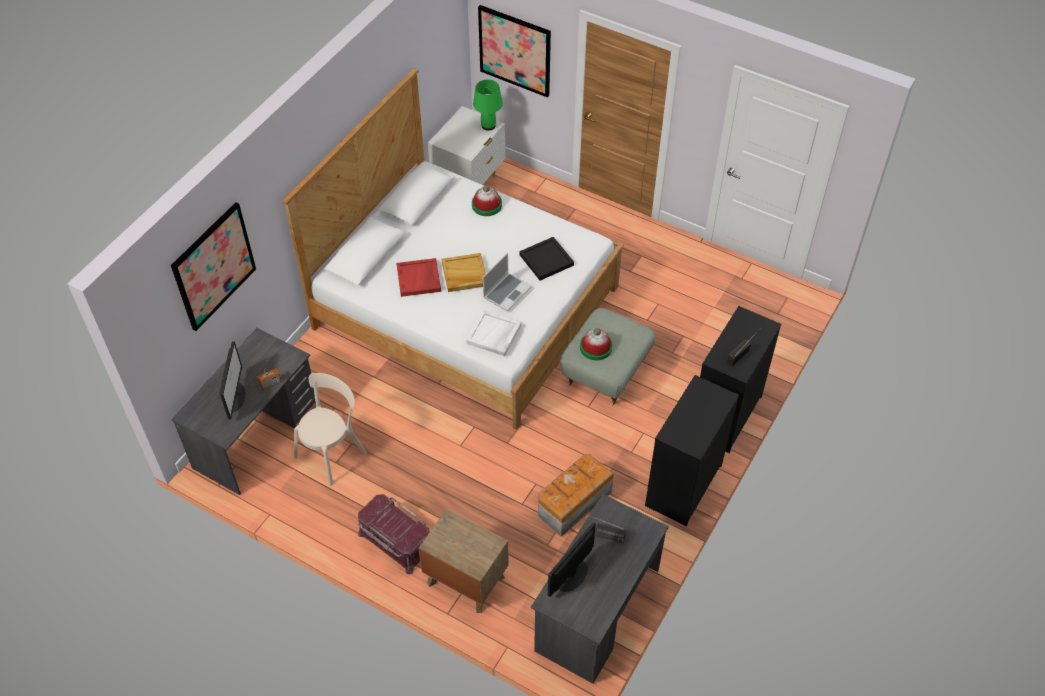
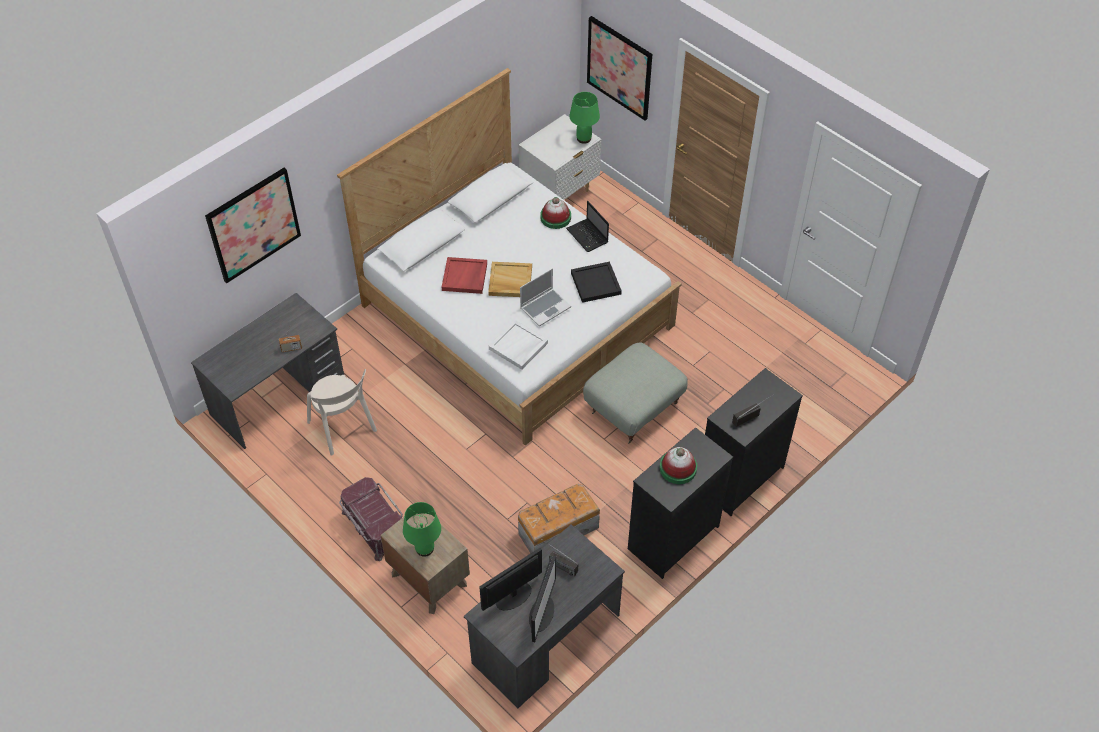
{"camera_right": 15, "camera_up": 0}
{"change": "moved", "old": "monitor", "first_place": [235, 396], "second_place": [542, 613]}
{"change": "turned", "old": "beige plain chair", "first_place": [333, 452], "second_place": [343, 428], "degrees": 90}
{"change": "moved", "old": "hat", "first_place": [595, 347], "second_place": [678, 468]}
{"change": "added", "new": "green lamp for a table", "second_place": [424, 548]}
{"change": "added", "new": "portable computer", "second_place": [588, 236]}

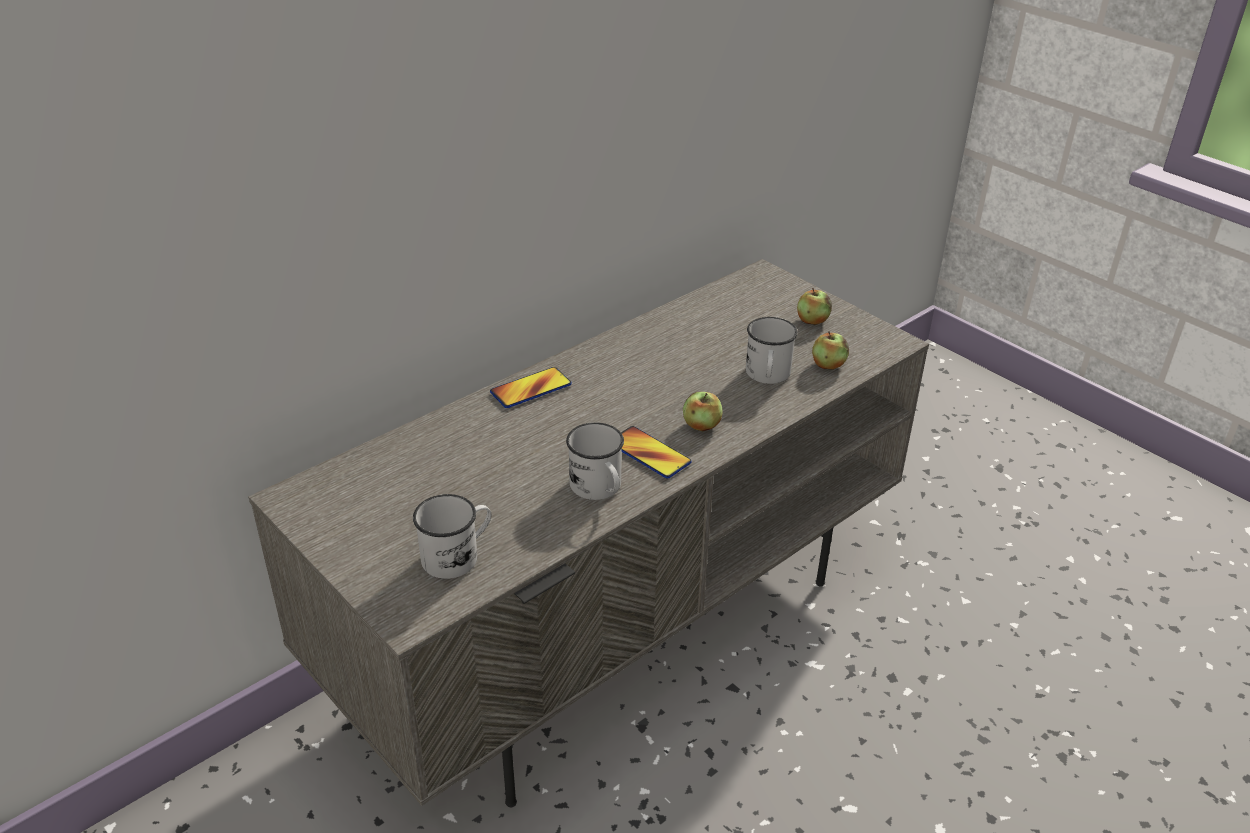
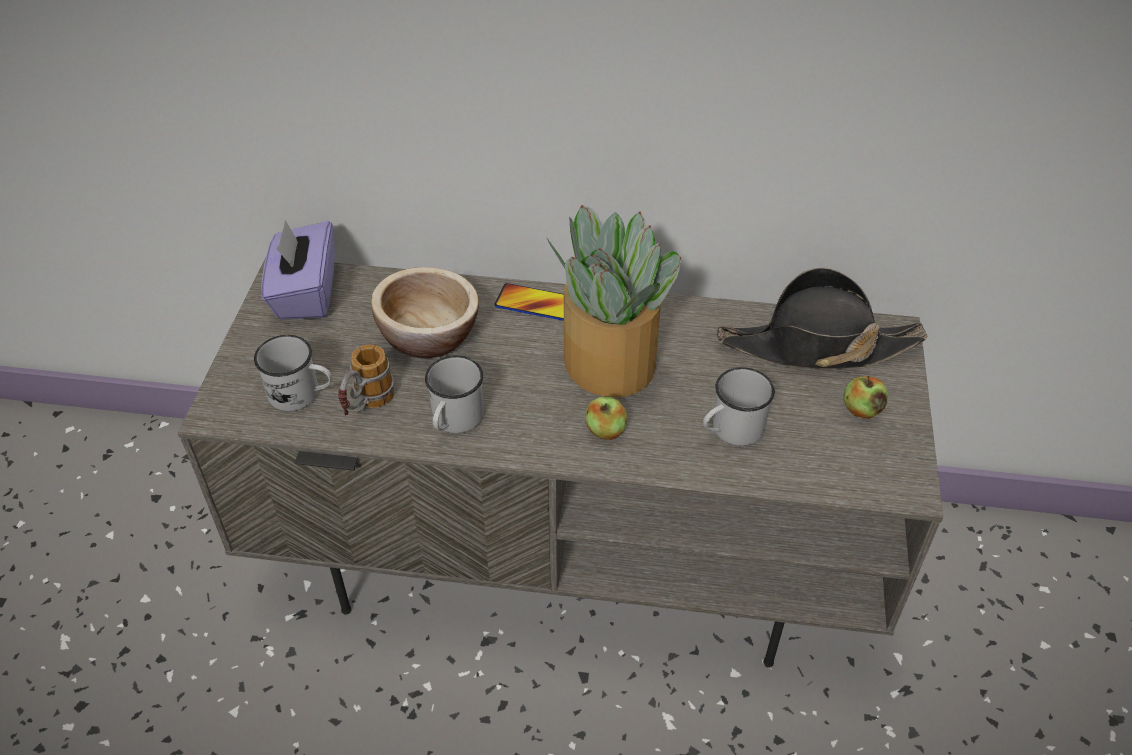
{"camera_right": 50, "camera_up": 10}
{"change": "removed", "old": "phone", "first_place": [649, 453]}
{"change": "removed", "old": "apple", "first_place": [828, 364]}
{"change": "added", "new": "purplish tissue holder", "second_place": [305, 293]}
{"change": "added", "new": "tea mug", "second_place": [367, 407]}
{"change": "added", "new": "bowl", "second_place": [428, 335]}
{"change": "added", "new": "potted plant", "second_place": [609, 363]}
{"change": "added", "new": "black-coloured hat", "second_place": [817, 346]}

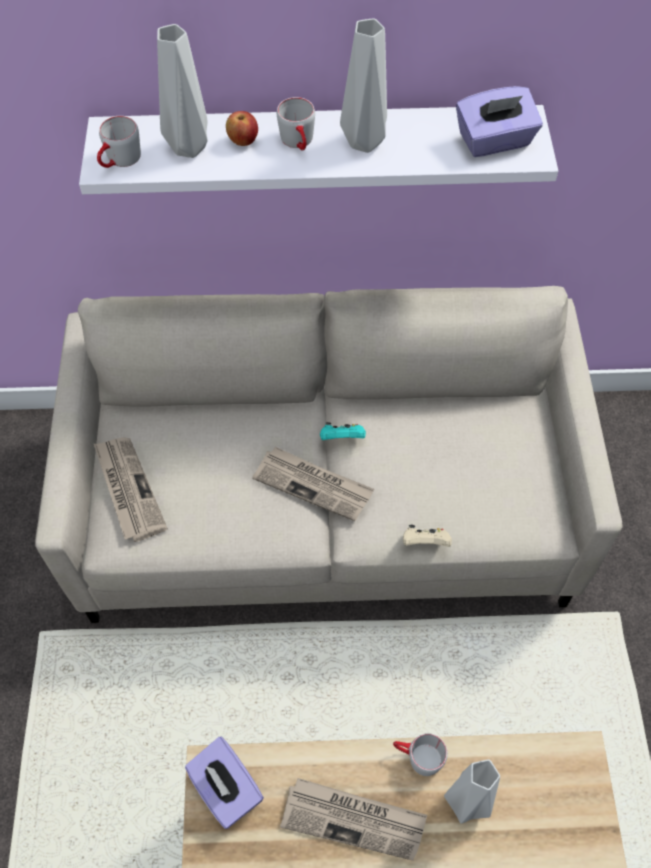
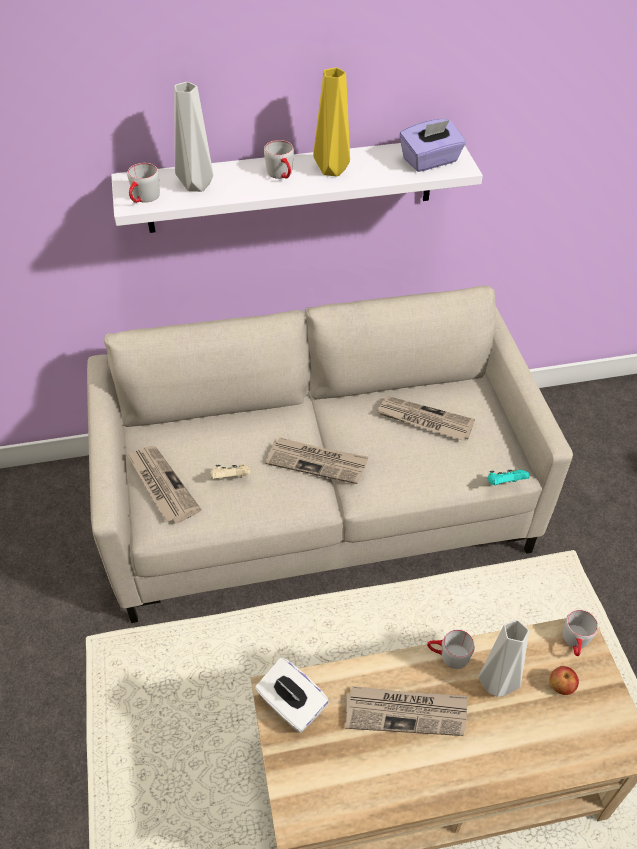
{"camera_right": -10, "camera_up": -10}
{"change": "recoloured", "old": "purplish tissue holder", "new": "whitish tissue holder", "first_place": [226, 789], "second_place": [291, 706]}
{"change": "moved", "old": "apple", "first_place": [243, 141], "second_place": [561, 686]}
{"change": "moved", "old": "turquoise joypad", "first_place": [342, 438], "second_place": [504, 484]}
{"change": "recoloured", "old": "greyish vase", "new": "yellow vase", "first_place": [363, 144], "second_place": [332, 171]}
{"change": "moved", "old": "beige joypad", "first_place": [425, 543], "second_place": [231, 479]}
{"change": "added", "new": "printed paper", "second_place": [424, 420]}
{"change": "added", "new": "greyish tea mug", "second_place": [575, 643]}

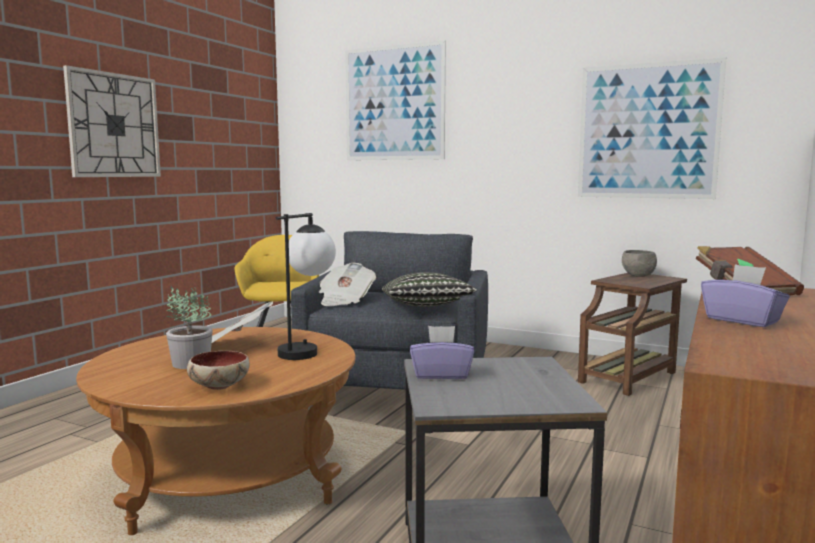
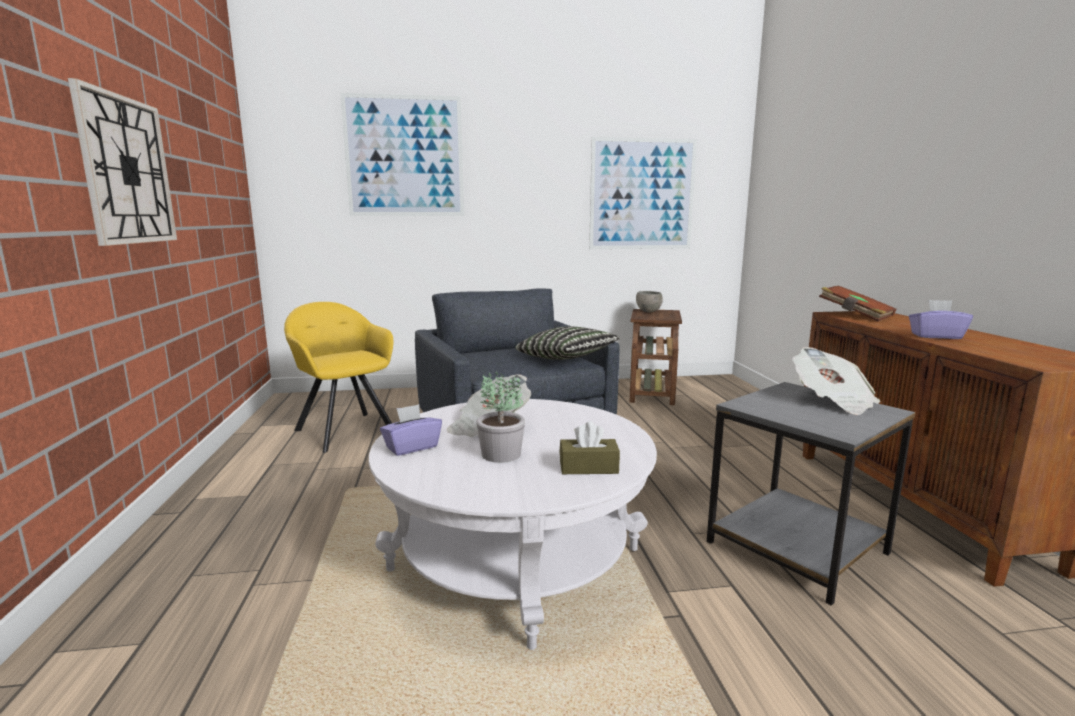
{"camera_right": -35, "camera_up": 5}
{"change": "recoloured", "old": "brownish lounge table", "new": "whitish lounge table", "first_place": [229, 475], "second_place": [515, 560]}
{"change": "replaced", "old": "bowl", "new": "brownish tissue holder", "first_place": [218, 386], "second_place": [588, 467]}
{"change": "removed", "old": "lamp for a table", "first_place": [306, 350]}
{"change": "moved", "old": "printed paper", "first_place": [345, 301], "second_place": [832, 401]}
{"change": "moved", "old": "purplish tissue holder", "first_place": [441, 374], "second_place": [412, 447]}

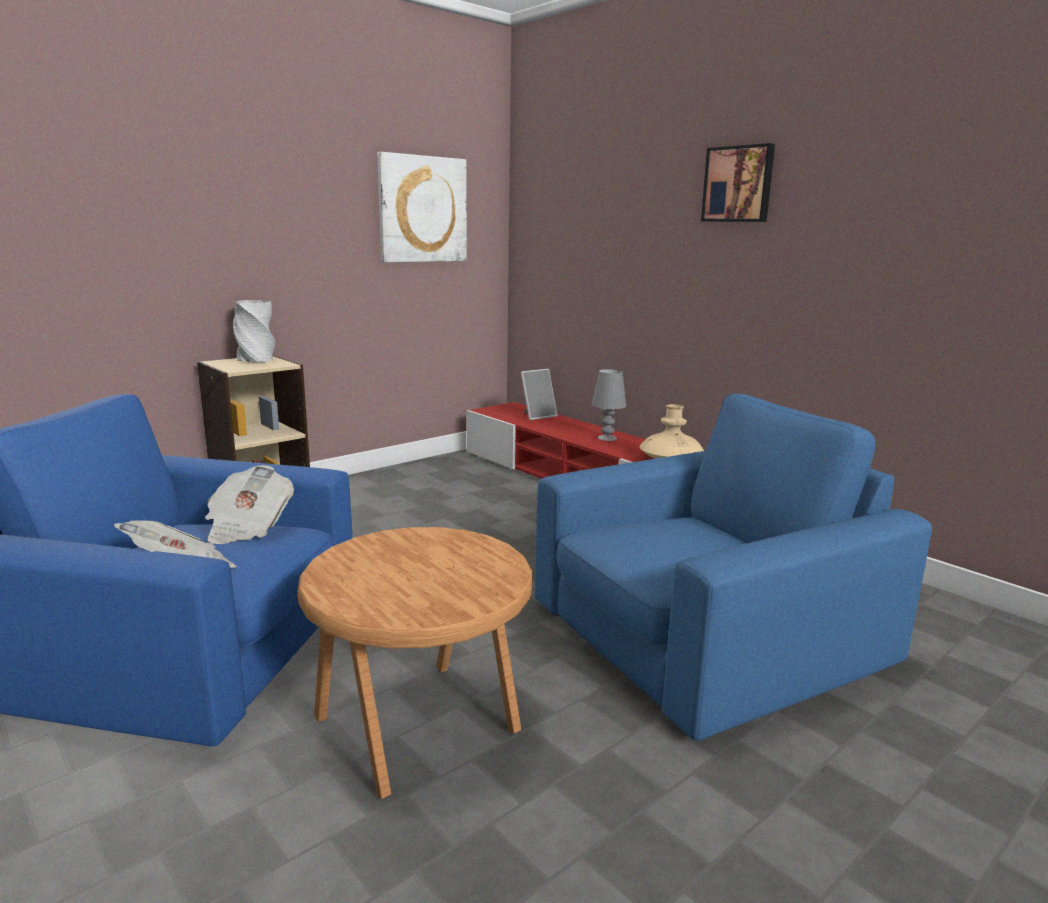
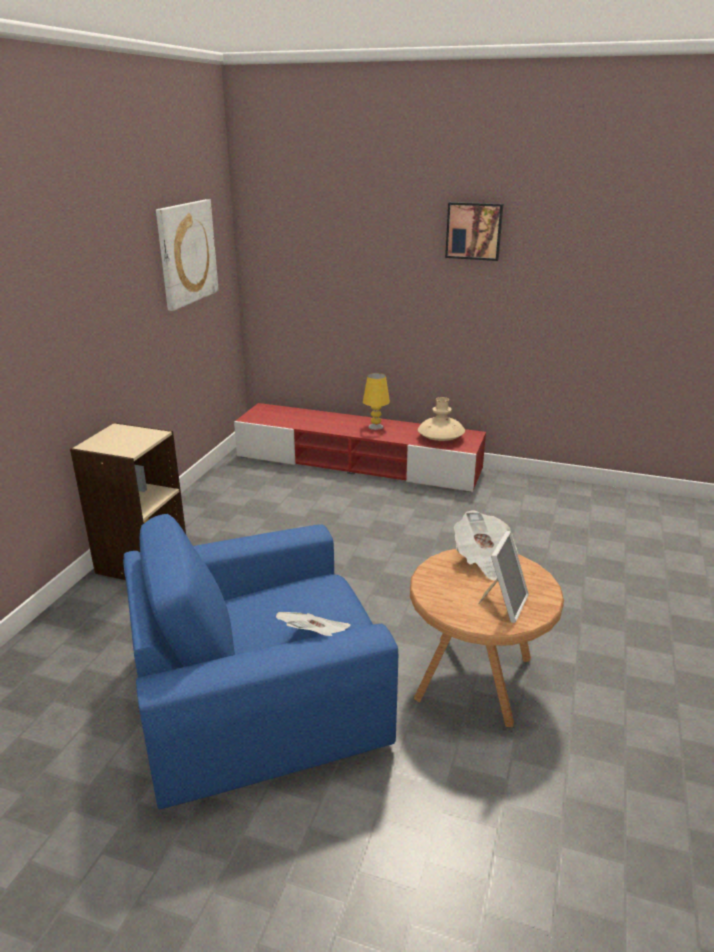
{"camera_right": -30, "camera_up": 10}
{"change": "moved", "old": "printed paper", "first_place": [248, 527], "second_place": [485, 560]}
{"change": "removed", "old": "greyish vase", "first_place": [256, 359]}
{"change": "moved", "old": "picture frame", "first_place": [537, 416], "second_place": [503, 604]}
{"change": "removed", "old": "bluish easy chair", "first_place": [705, 638]}
{"change": "recoloured", "old": "greyish lamp for a table", "new": "yellow lamp for a table", "first_place": [607, 438], "second_place": [375, 426]}

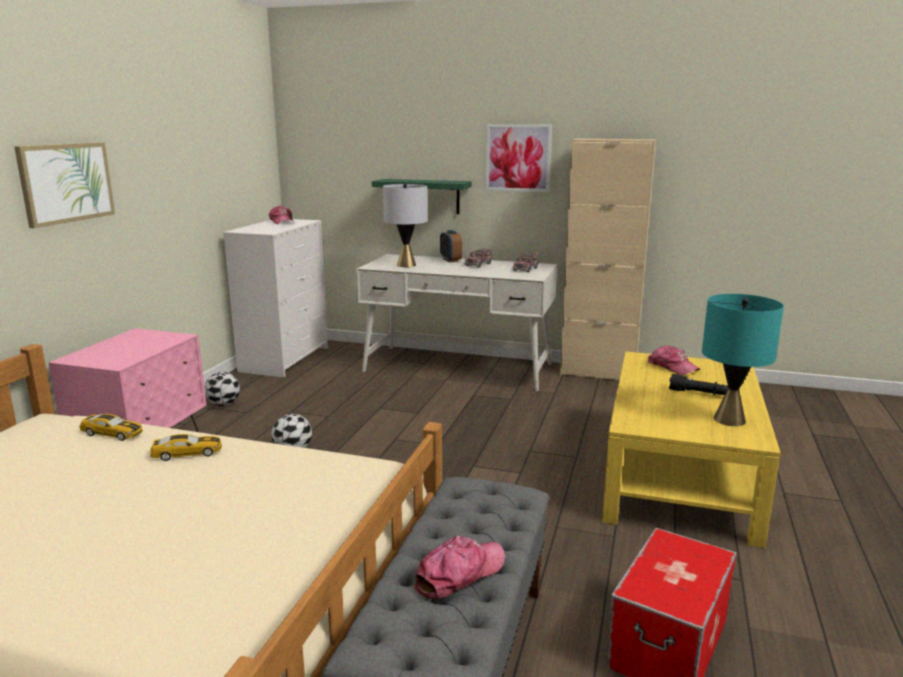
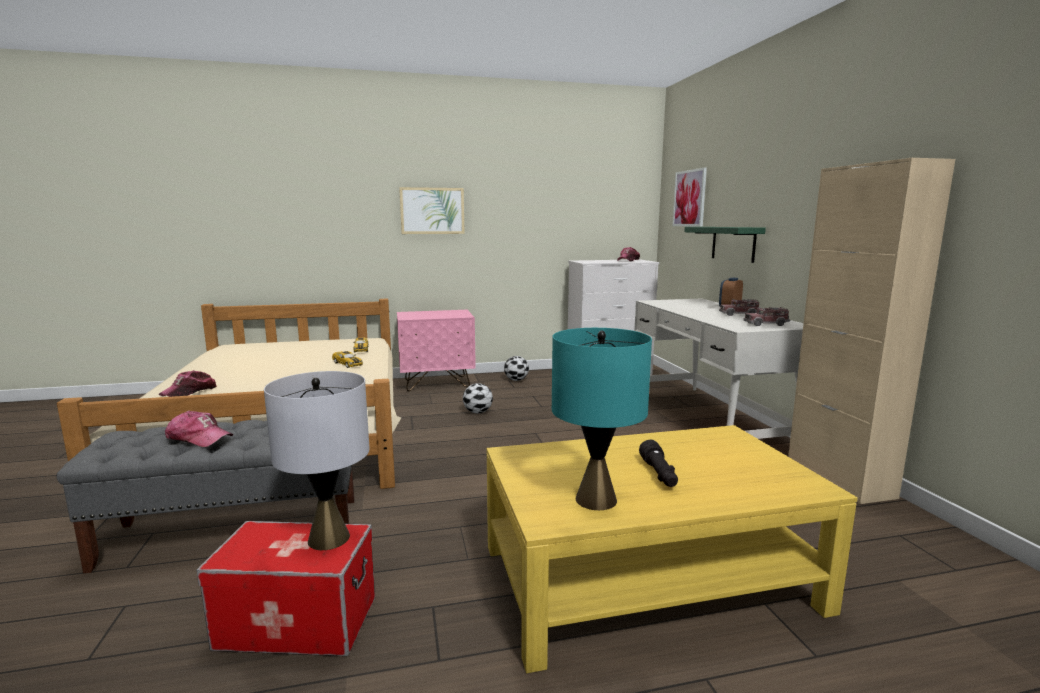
{"camera_right": 60, "camera_up": -5}
{"change": "moved", "old": "greyish lamp for a table", "first_place": [406, 265], "second_place": [328, 539]}
{"change": "moved", "old": "picture", "first_place": [518, 158], "second_place": [689, 198]}
{"change": "moved", "old": "baseball cap", "first_place": [672, 367], "second_place": [190, 392]}

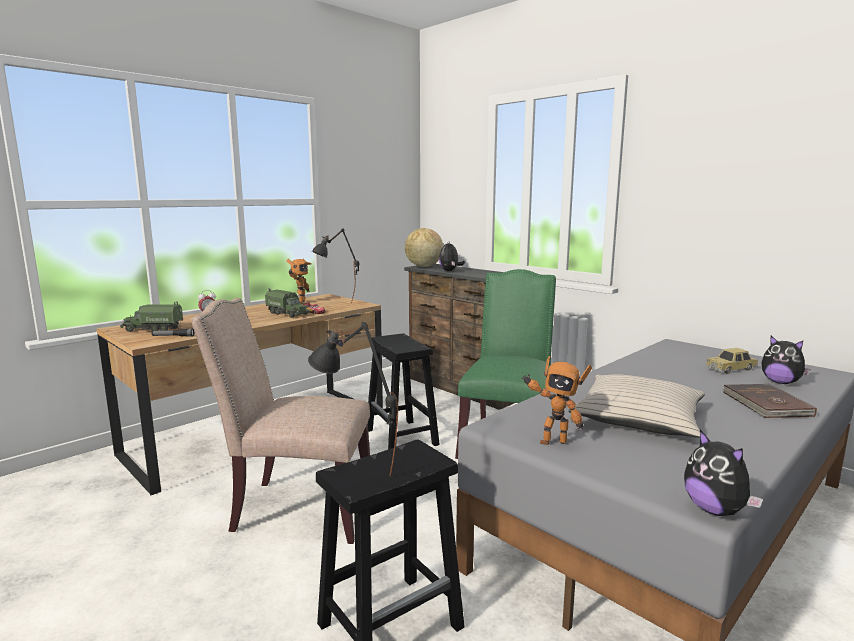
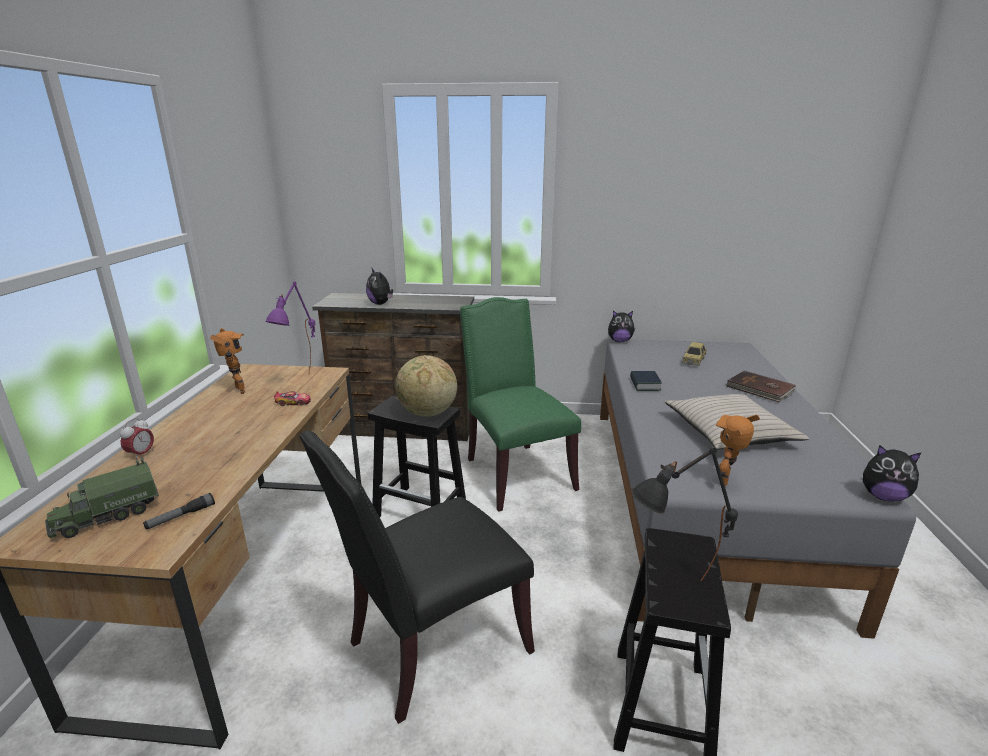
{"camera_right": -40, "camera_up": 10}
{"change": "recoloured", "old": "beige plain chair", "new": "black-coloured plain chair", "first_place": [298, 508], "second_place": [431, 648]}
{"change": "removed", "old": "toy truck", "first_place": [288, 314]}
{"change": "recoloured", "old": "black-coloured lamp for a table", "new": "purplish lamp for a table", "first_place": [338, 306], "second_place": [302, 383]}
{"change": "moved", "old": "world globe", "first_place": [423, 266], "second_place": [427, 413]}
{"change": "turned", "old": "robot figure", "first_place": [552, 441], "second_place": [727, 481], "degrees": 150}
{"change": "moved", "old": "soft toy", "first_place": [780, 382], "second_place": [619, 341]}
{"change": "added", "new": "book", "second_place": [645, 384]}

